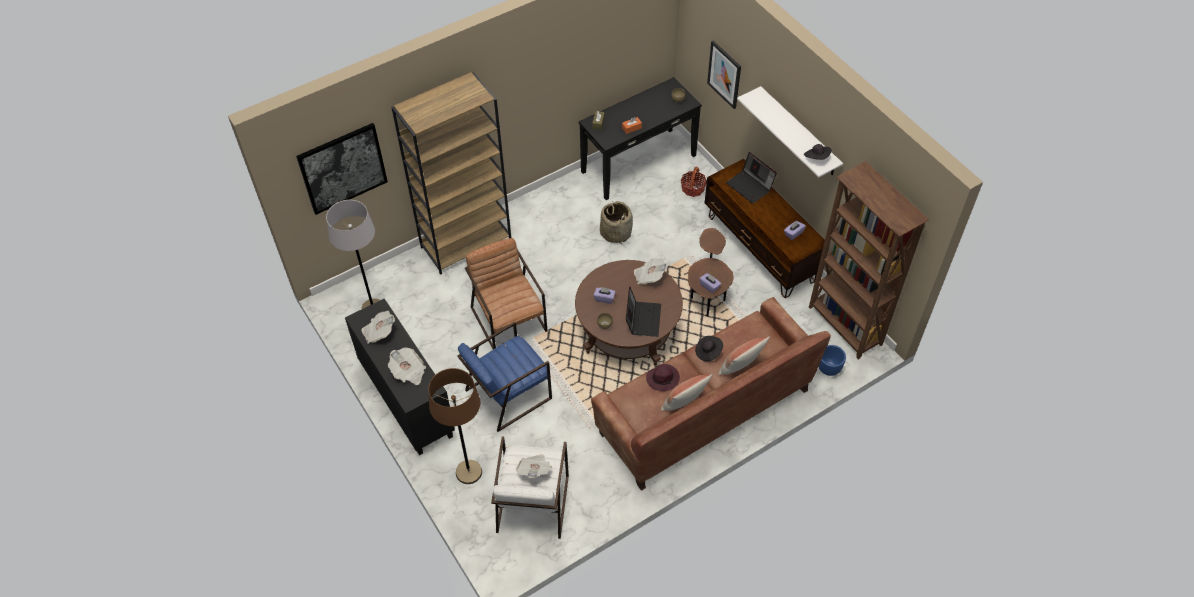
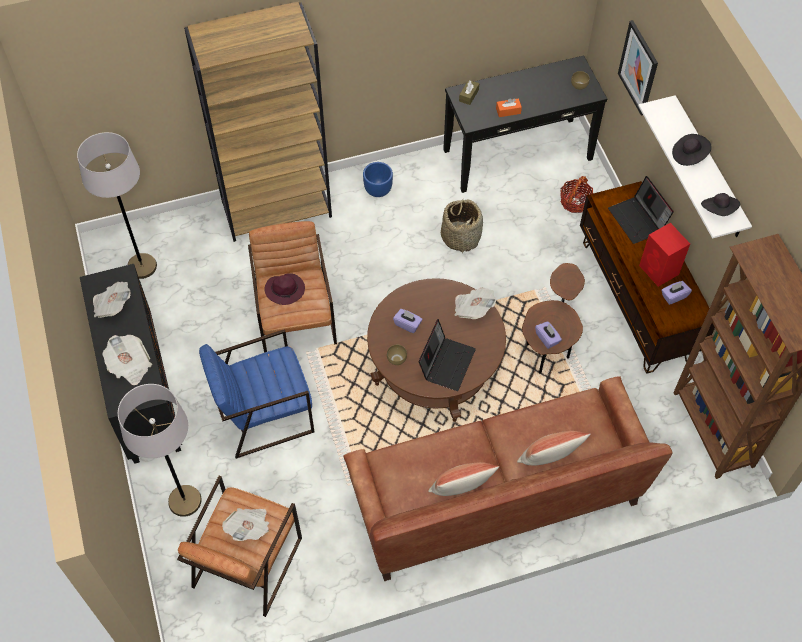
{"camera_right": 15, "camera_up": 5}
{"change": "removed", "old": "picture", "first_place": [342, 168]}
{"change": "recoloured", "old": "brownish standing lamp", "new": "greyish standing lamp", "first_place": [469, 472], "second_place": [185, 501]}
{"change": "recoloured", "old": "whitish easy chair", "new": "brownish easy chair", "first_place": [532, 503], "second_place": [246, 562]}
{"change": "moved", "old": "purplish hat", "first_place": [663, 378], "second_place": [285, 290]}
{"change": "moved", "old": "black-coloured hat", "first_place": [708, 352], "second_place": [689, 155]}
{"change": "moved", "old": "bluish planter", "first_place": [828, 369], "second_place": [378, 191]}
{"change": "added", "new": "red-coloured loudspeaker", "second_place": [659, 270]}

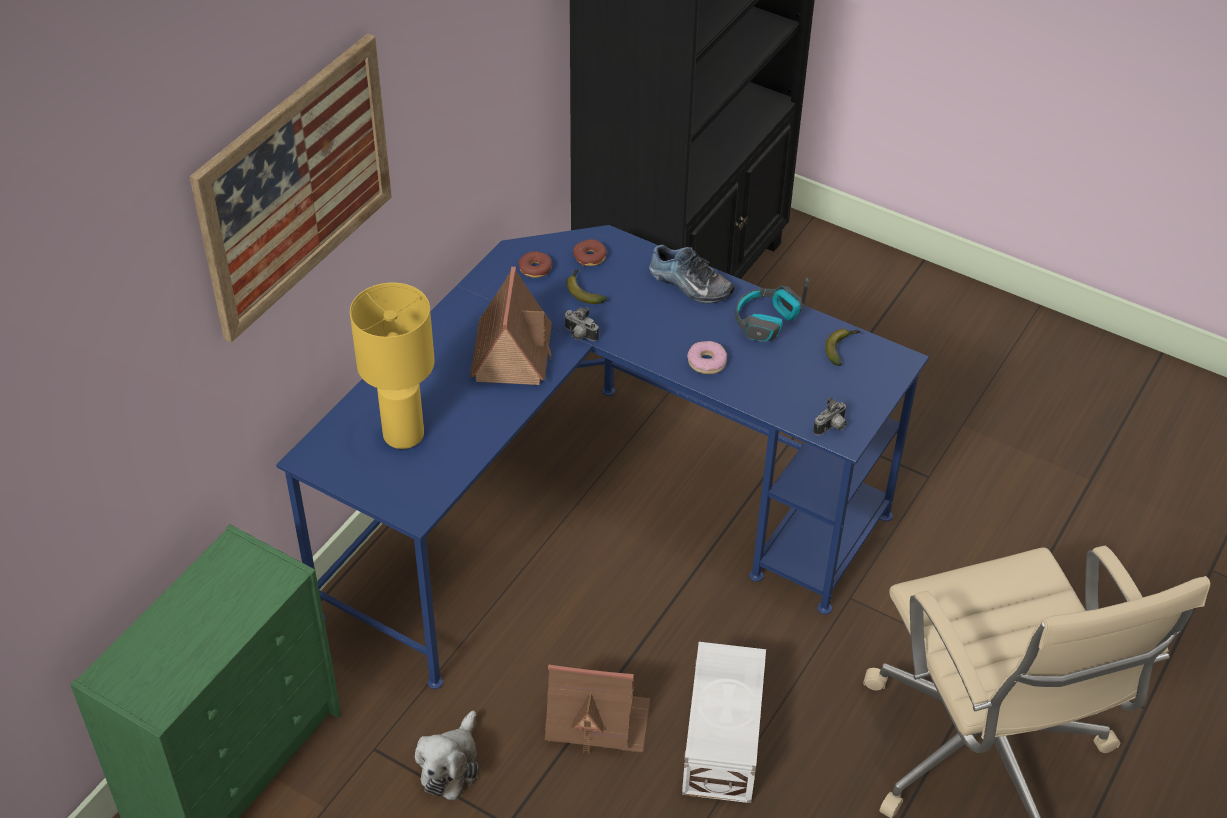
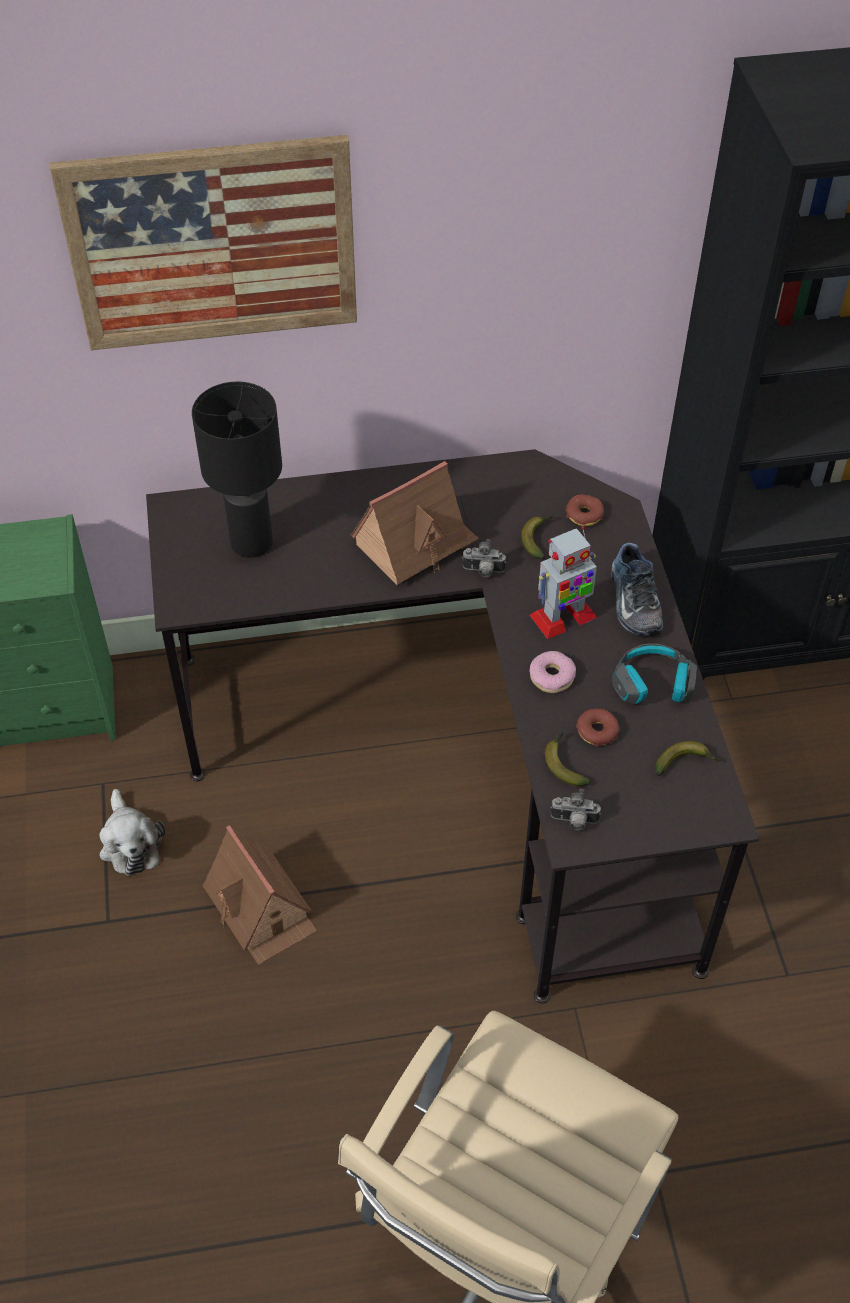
{"camera_right": 50, "camera_up": 5}
{"change": "recoloured", "old": "bluish desk", "new": "black-coloured desk", "first_place": [594, 515], "second_place": [466, 755]}
{"change": "recoloured", "old": "yellow lamp for a table", "new": "black-coloured lamp for a table", "first_place": [404, 435], "second_place": [252, 543]}
{"change": "turned", "old": "soft toy", "first_place": [451, 765], "second_place": [130, 843], "degrees": -90}
{"change": "moved", "old": "ring doughnut", "first_place": [535, 269], "second_place": [597, 731]}
{"change": "turned", "old": "photo camera", "first_place": [579, 335], "second_place": [483, 571], "degrees": -75}
{"change": "removed", "old": "whitish storage box", "first_place": [724, 738]}
{"change": "added", "new": "robot figure", "second_place": [562, 617]}
{"change": "added", "new": "banana fruit", "second_place": [564, 763]}

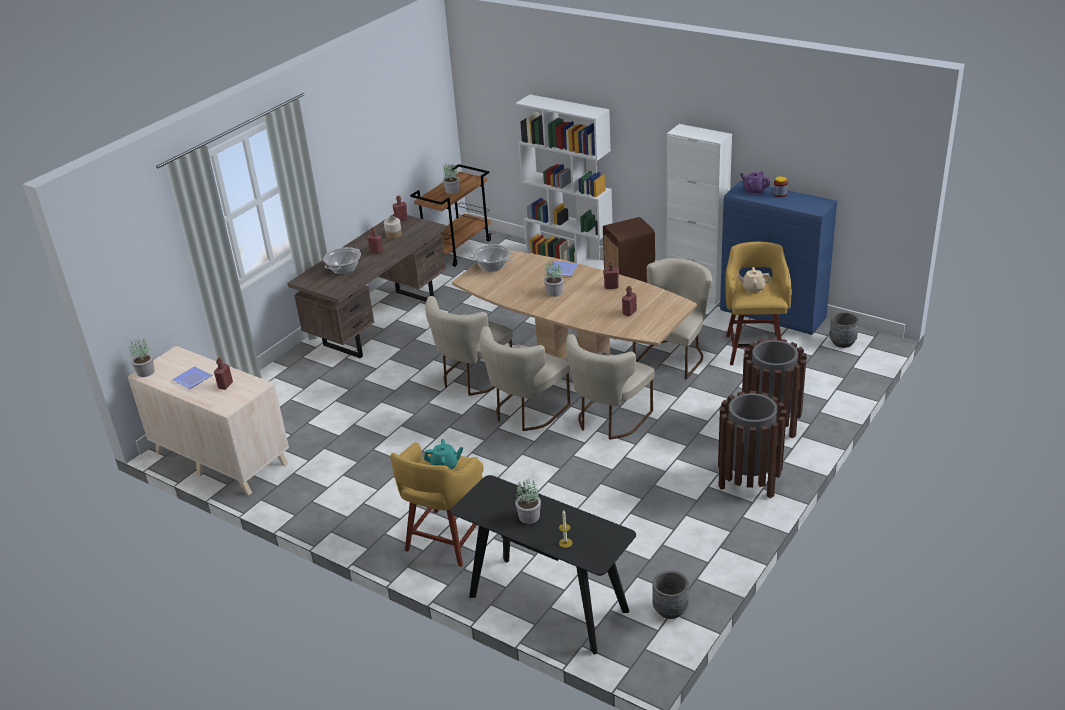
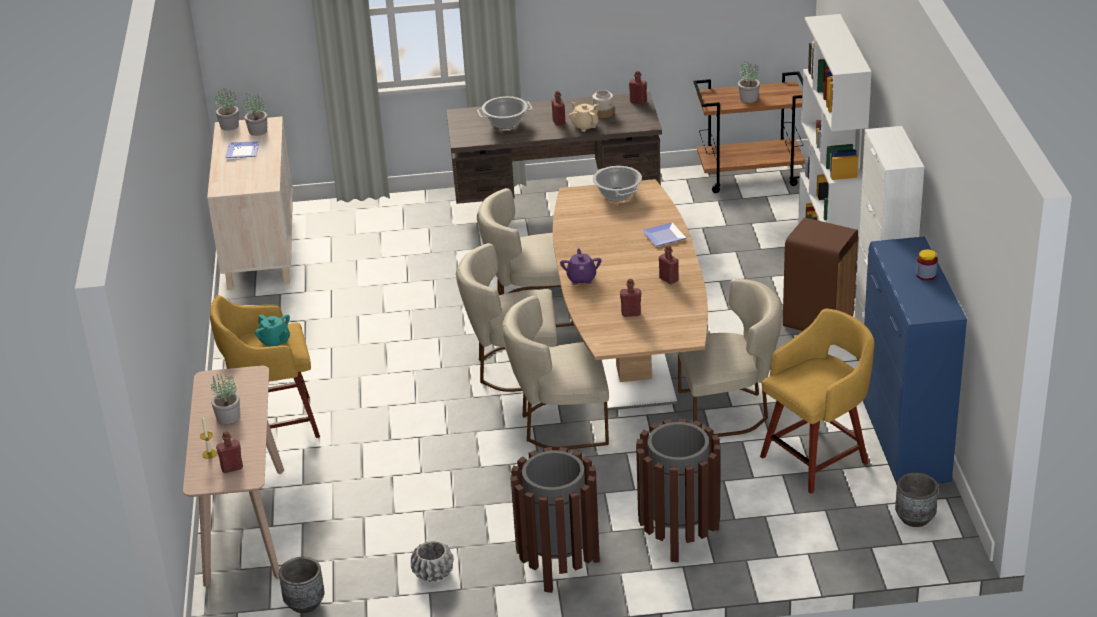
{"camera_right": 50, "camera_up": 0}
{"change": "moved", "old": "red-coloured drink bottle", "first_place": [225, 385], "second_place": [232, 468]}
{"change": "recoloured", "old": "black-coloured narrow table", "new": "beige narrow table", "first_place": [547, 603], "second_place": [244, 525]}
{"change": "moved", "old": "potted plant", "first_place": [554, 292], "second_place": [257, 131]}
{"change": "moved", "old": "beige tea pot", "first_place": [753, 288], "second_place": [585, 126]}
{"change": "moved", "old": "purplish tea pot", "first_place": [754, 191], "second_place": [581, 278]}
{"change": "added", "new": "greyish planter", "second_place": [433, 573]}

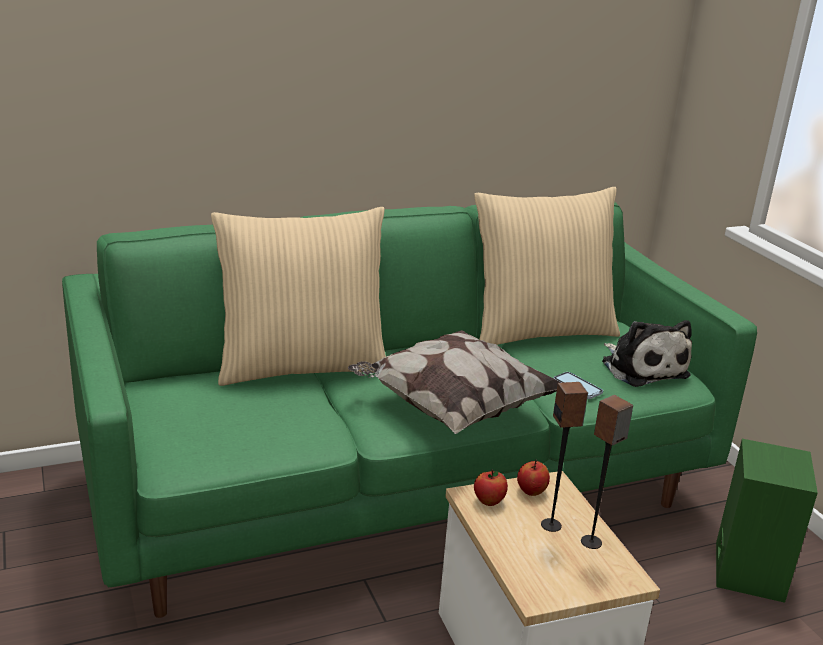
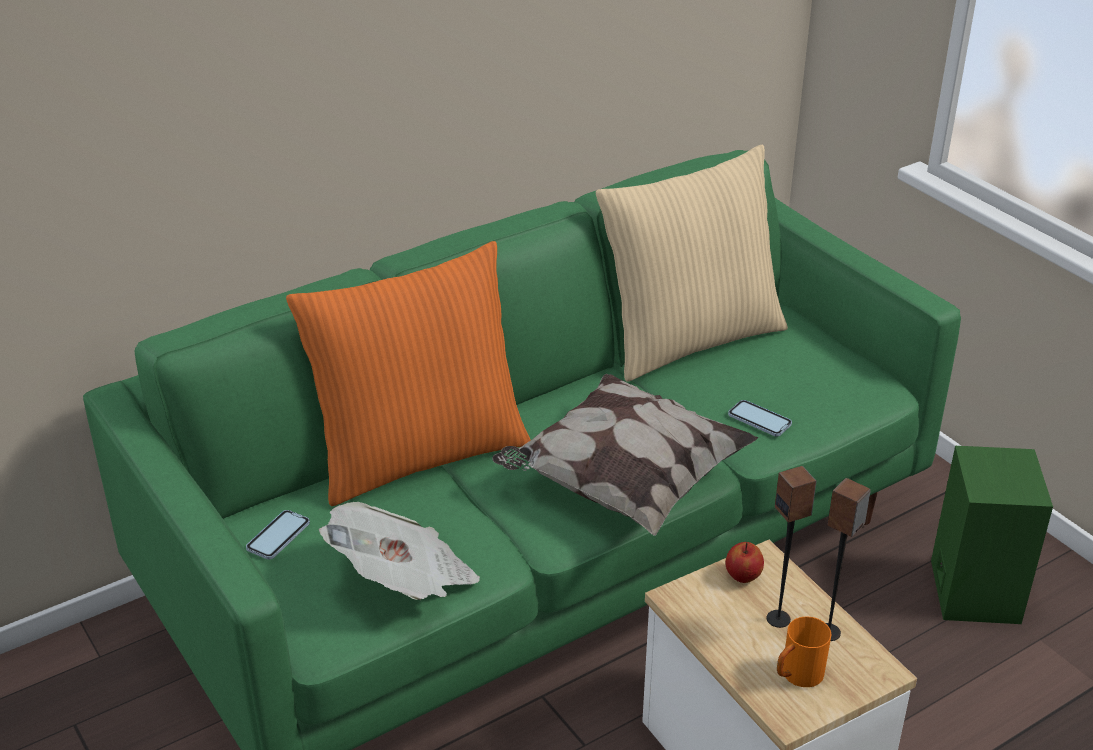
{"camera_right": -10, "camera_up": 10}
{"change": "recoloured", "old": "beige throw pillow", "new": "orange throw pillow", "first_place": [301, 366], "second_place": [419, 454]}
{"change": "removed", "old": "apple", "first_place": [488, 501]}
{"change": "removed", "old": "soft toy", "first_place": [642, 368]}
{"change": "added", "new": "phone", "second_place": [278, 536]}
{"change": "added", "new": "printed paper", "second_place": [404, 581]}
{"change": "added", "new": "orange tea mug", "second_place": [796, 677]}

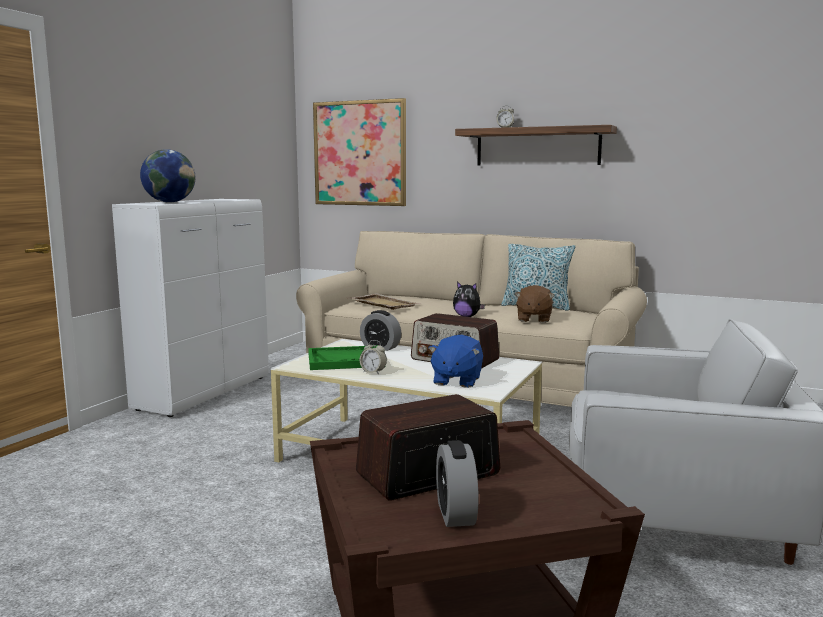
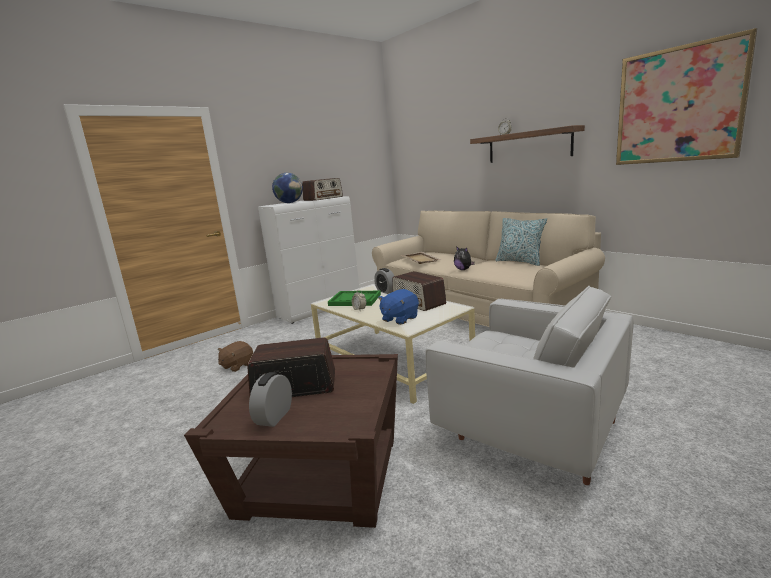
{"camera_right": 25, "camera_up": 5}
{"change": "moved", "old": "picture", "first_place": [360, 153], "second_place": [678, 105]}
{"change": "moved", "old": "brownish soft toy", "first_place": [533, 319], "second_place": [237, 366]}
{"change": "added", "new": "radio receiver", "second_place": [323, 198]}

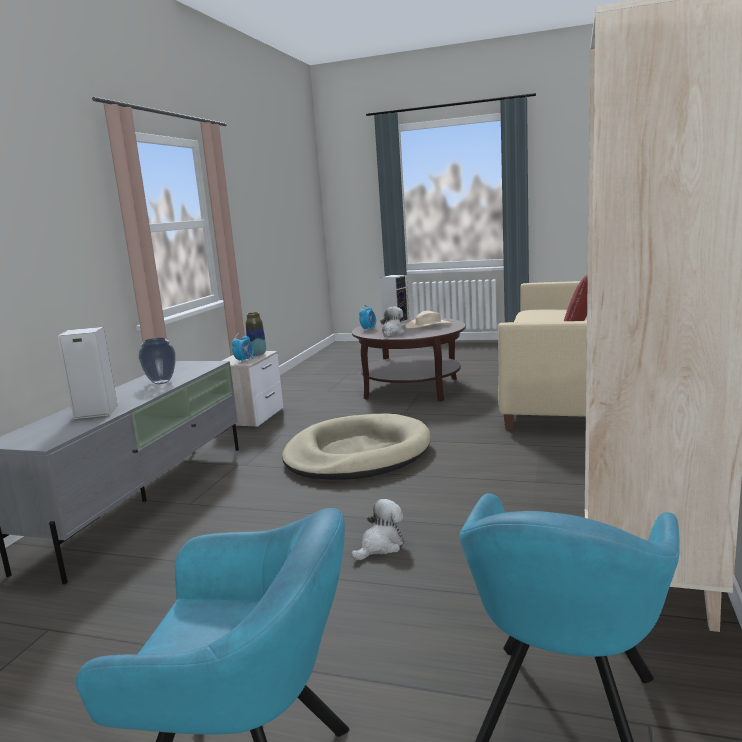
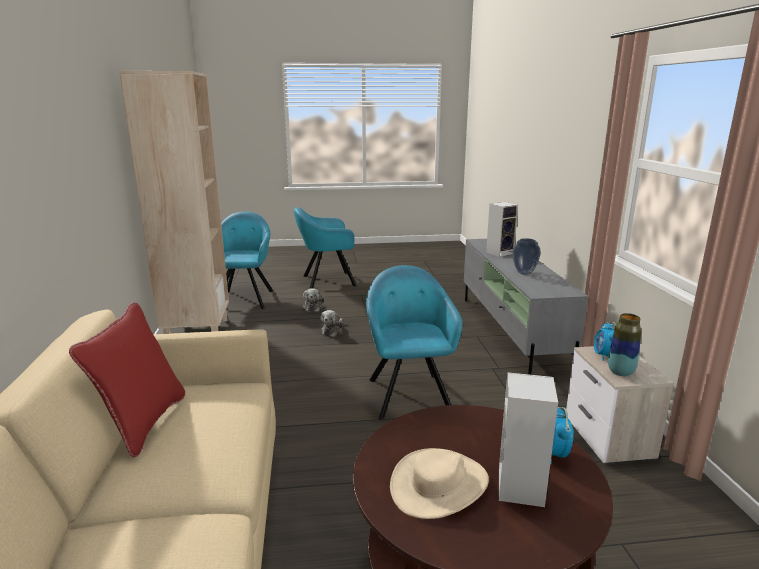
{"camera_right": 155, "camera_up": 5}
{"change": "replaced", "old": "beige pet bed", "new": "turquoise easy chair", "first_place": [357, 454], "second_place": [408, 393]}
{"change": "moved", "old": "soft toy", "first_place": [392, 333], "second_place": [313, 307]}

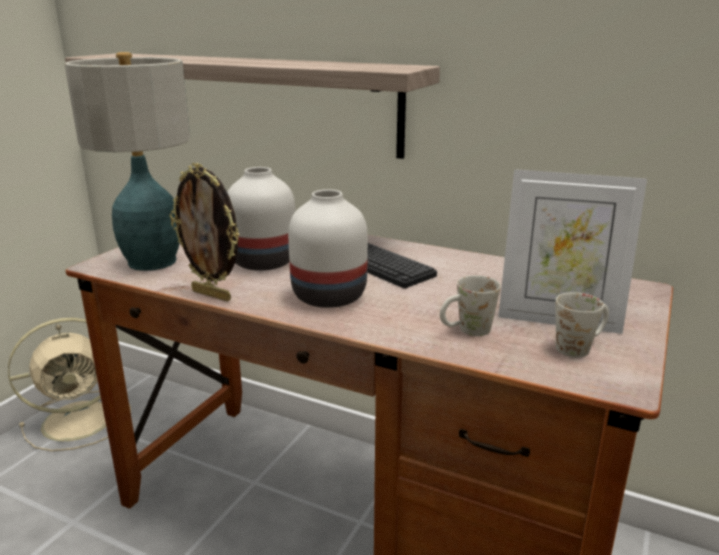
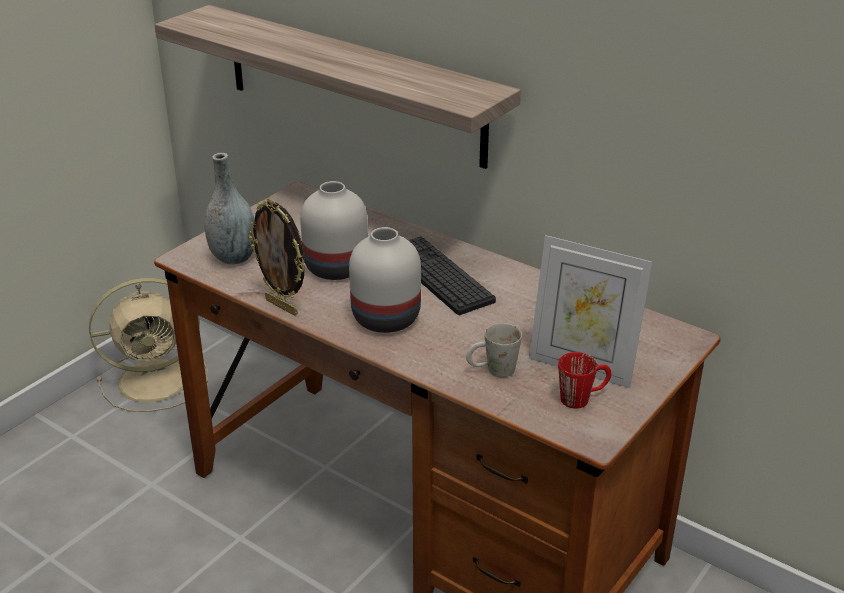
{"camera_right": 10, "camera_up": 10}
{"change": "replaced", "old": "lamp for a table", "new": "greyish vase", "first_place": [153, 261], "second_place": [234, 258]}
{"change": "recoloured", "old": "whitish tea mug", "new": "red-coloured tea mug", "first_place": [580, 346], "second_place": [583, 398]}

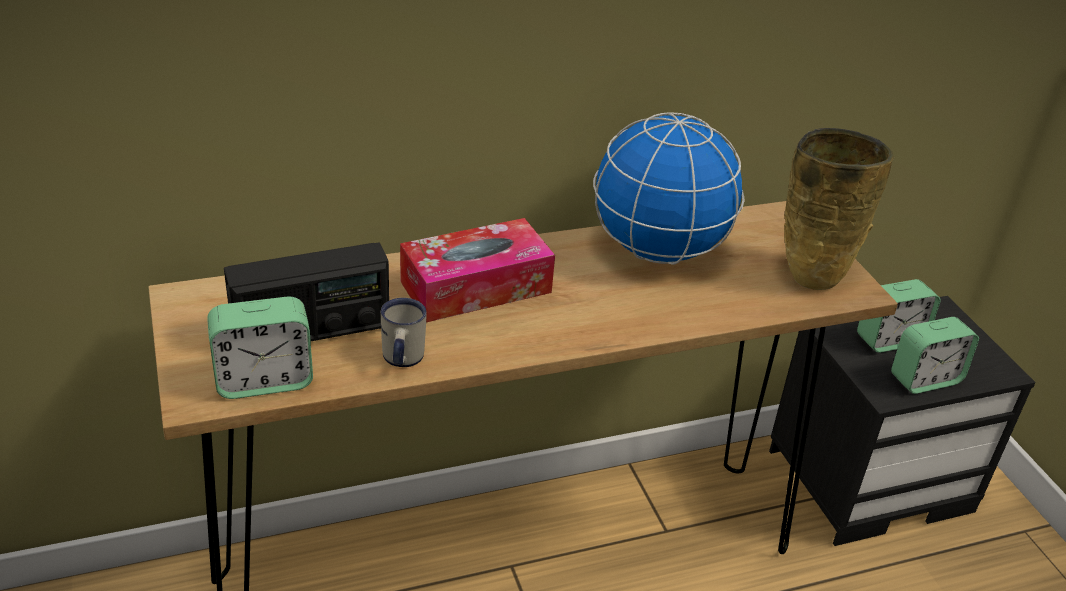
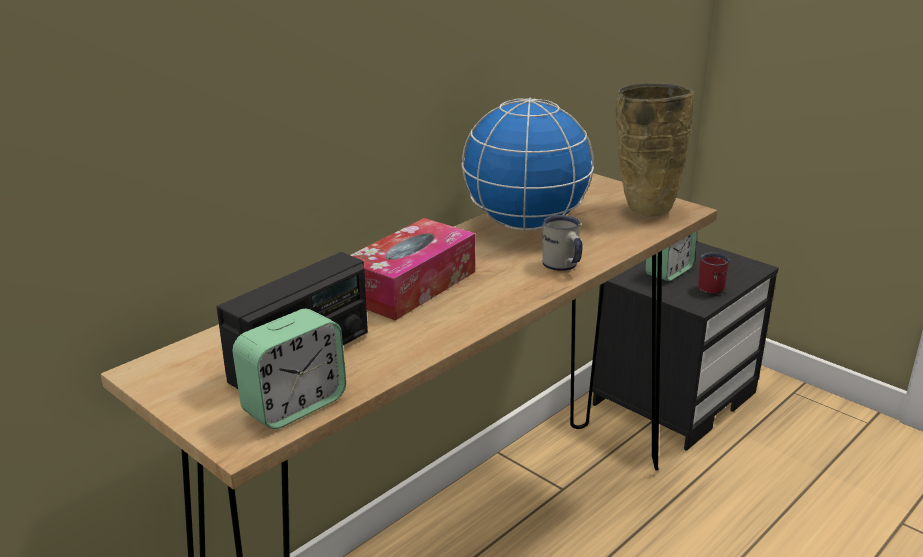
{"camera_right": -25, "camera_up": -10}
{"change": "moved", "old": "whitish tea mug", "first_place": [401, 360], "second_place": [562, 267]}
{"change": "replaced", "old": "table clock", "new": "red-coloured tea mug", "first_place": [925, 379], "second_place": [713, 287]}

